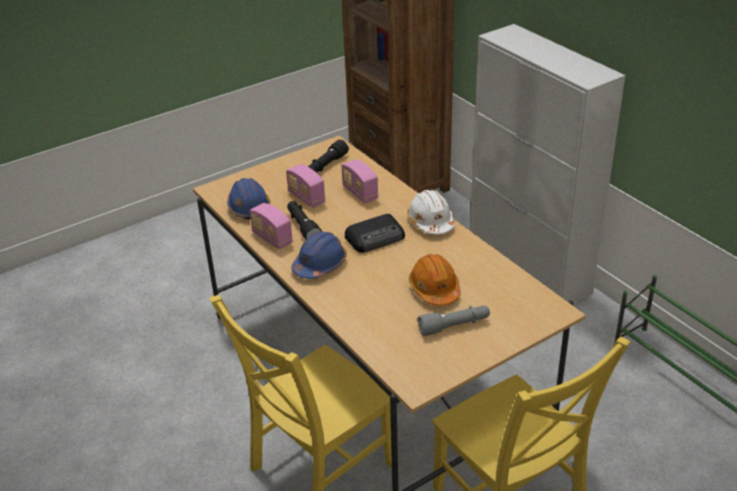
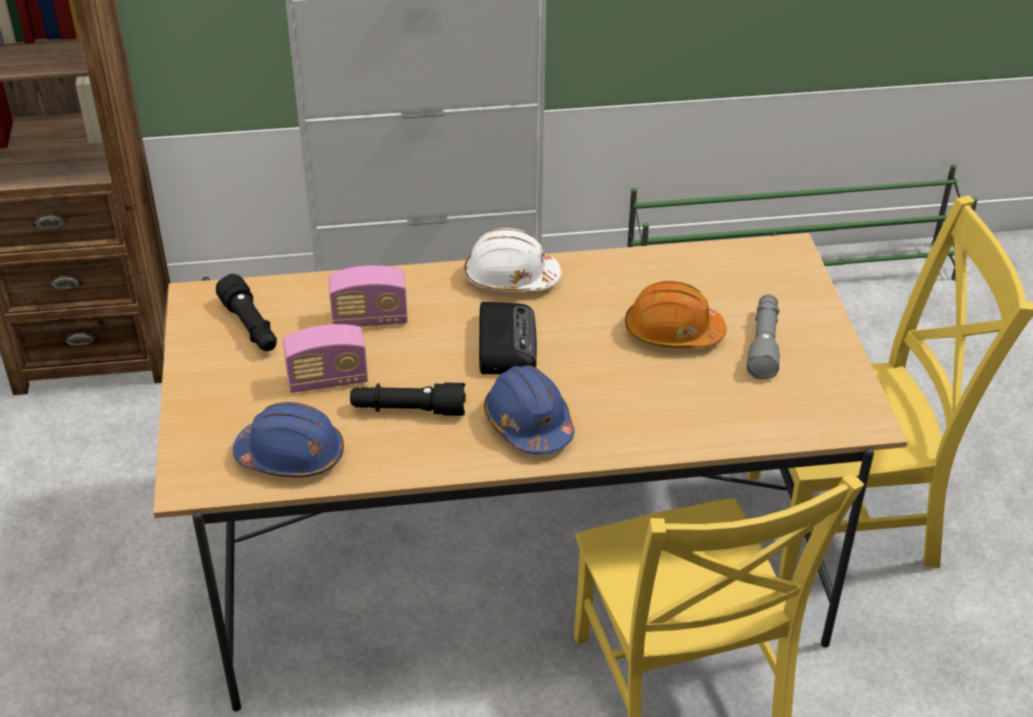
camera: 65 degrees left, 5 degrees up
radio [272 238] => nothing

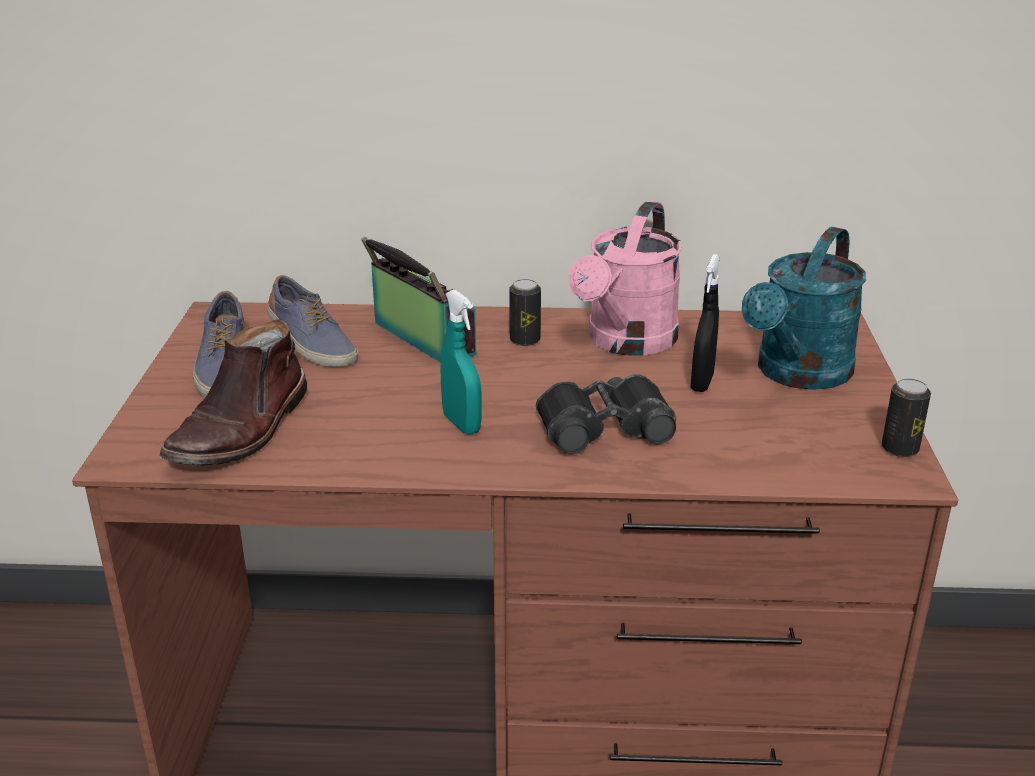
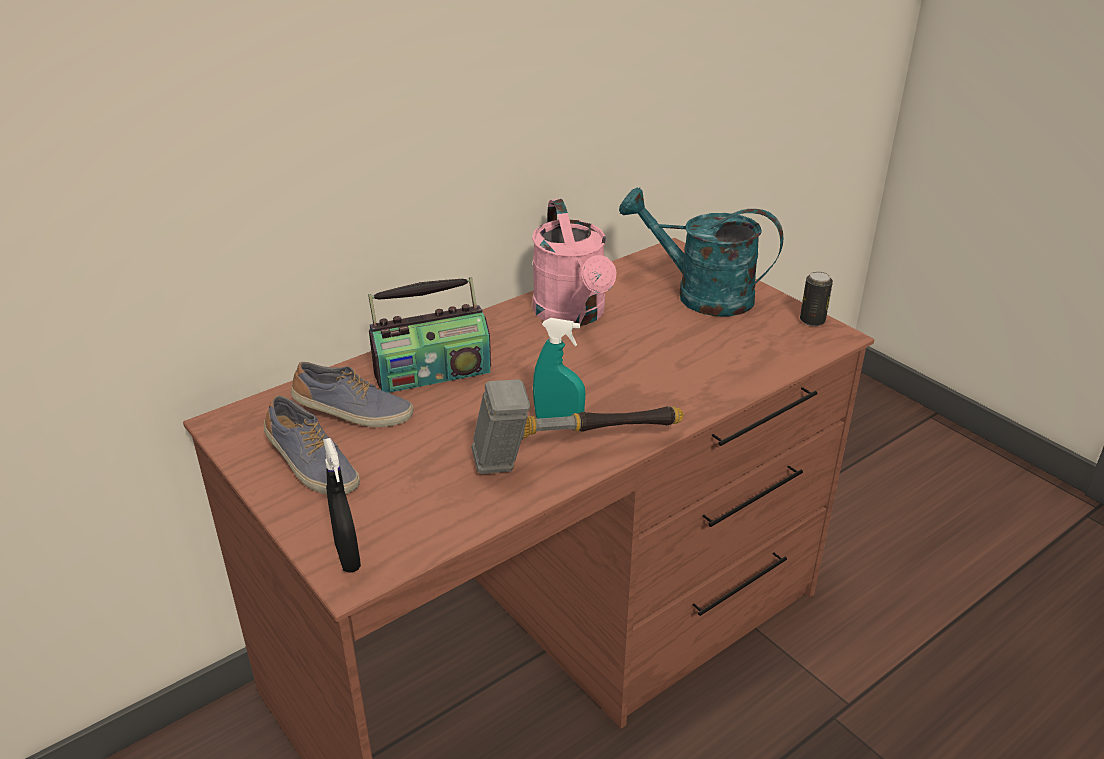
camera: 40 degrees left, 5 degrees up
brown boot [243 430] => nothing
radio [421 340] => radio [432 372], 150 degrees clockwise
can [525 340] => nothing
black binoculars [603 427] => nothing
black spray bottle [702 382] => black spray bottle [347 557], moved
turquoise watering can [797 374] => turquoise watering can [700 295], 120 degrees clockwise
nothing => hammer [572 457]

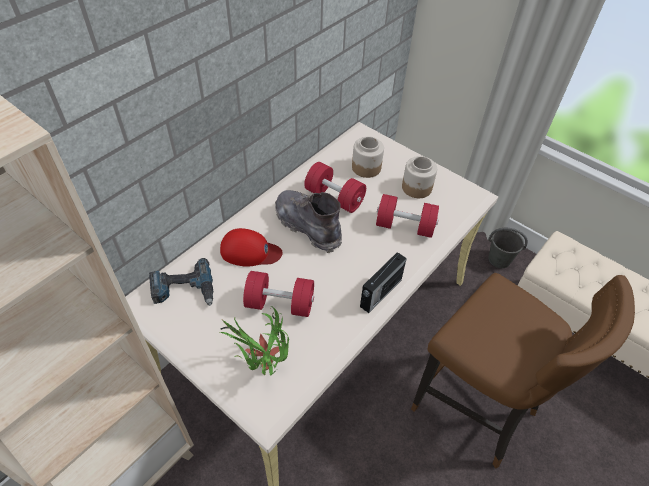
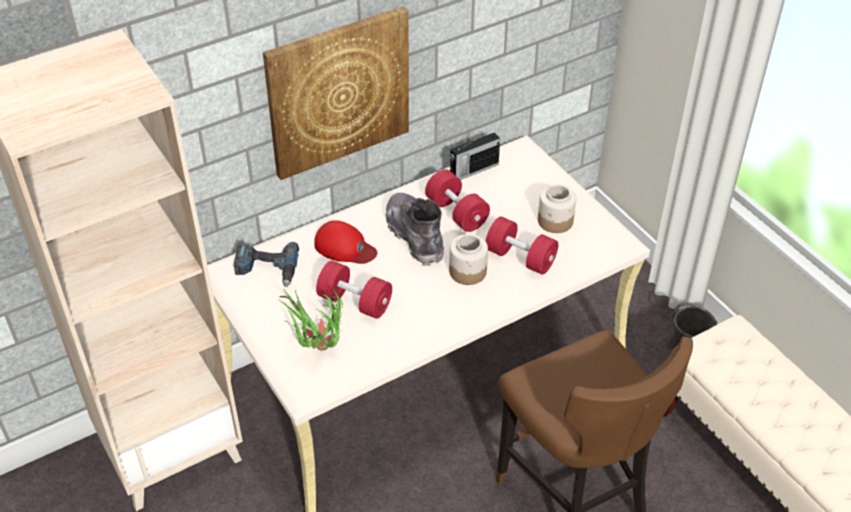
camera: 20 degrees right, 5 degrees down
jar [366 167] => jar [468 271], moved
radio [380 293] => radio [473 170], moved
nothing => picture [338 92]

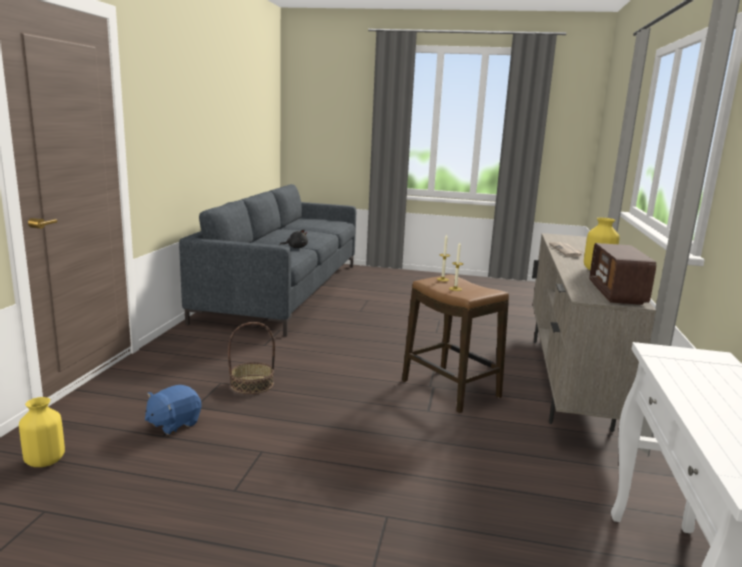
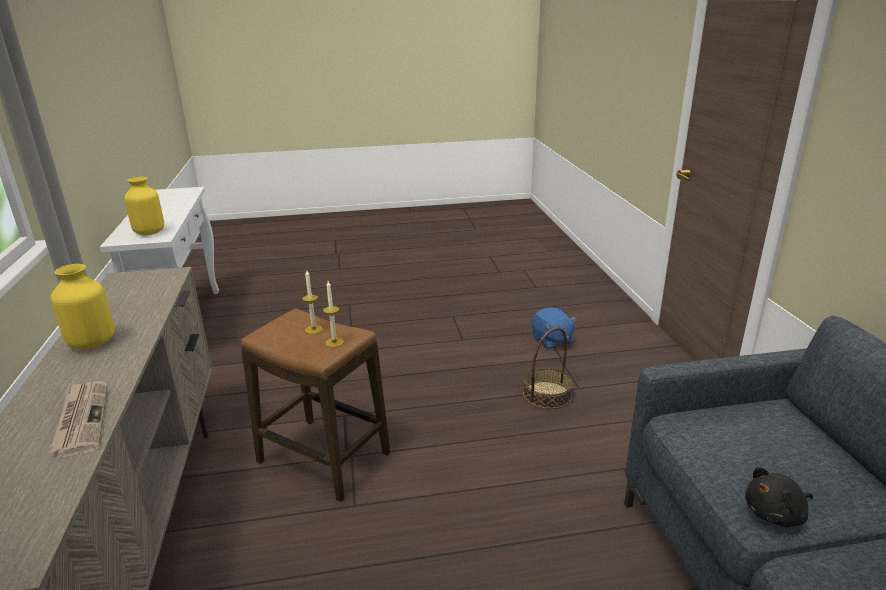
camera: 160 degrees right, 10 degrees up
yellow vase [45 460] => yellow vase [150 232], moved
blue plush toy [173 423] => blue plush toy [551 340], 135 degrees clockwise
radio [616 293] => nothing

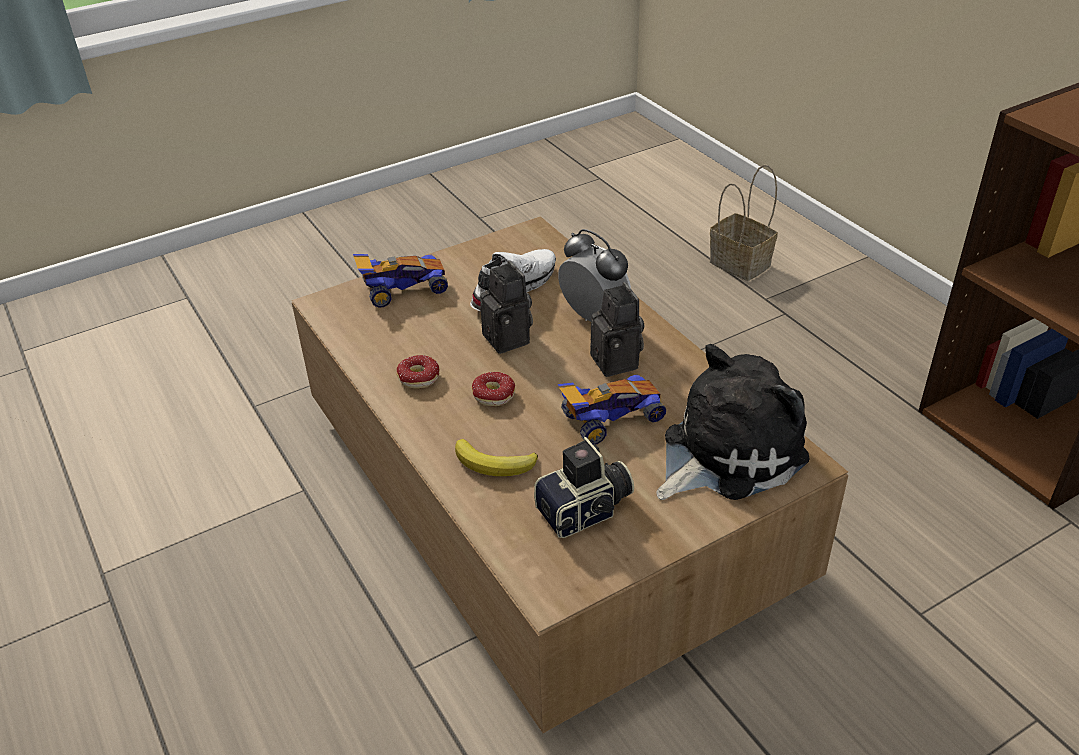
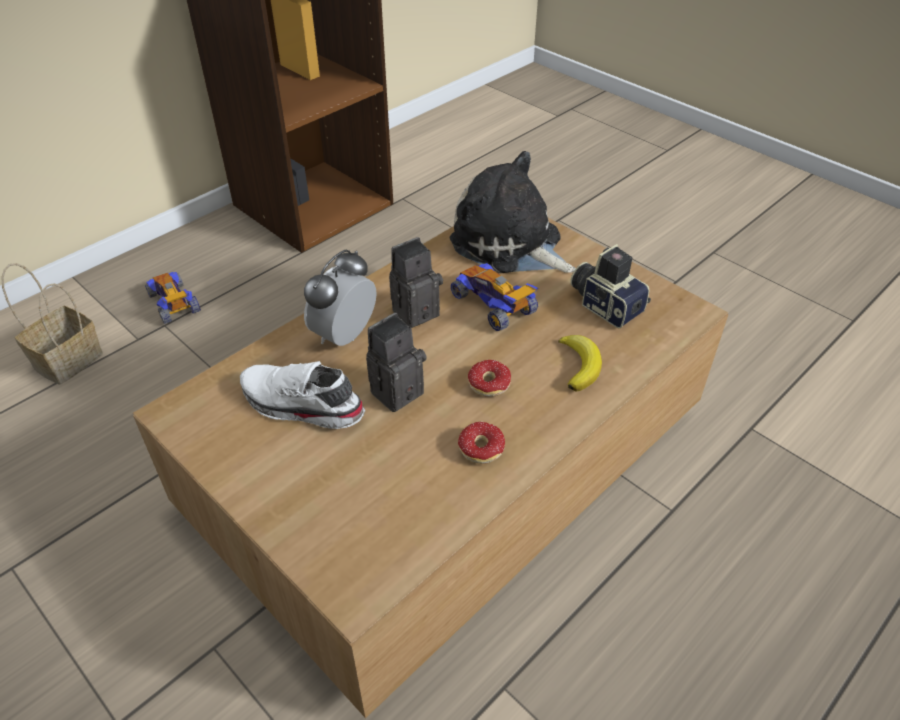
camera: 105 degrees left, 5 degrees up
toy car [403 290] => toy car [175 305], moved

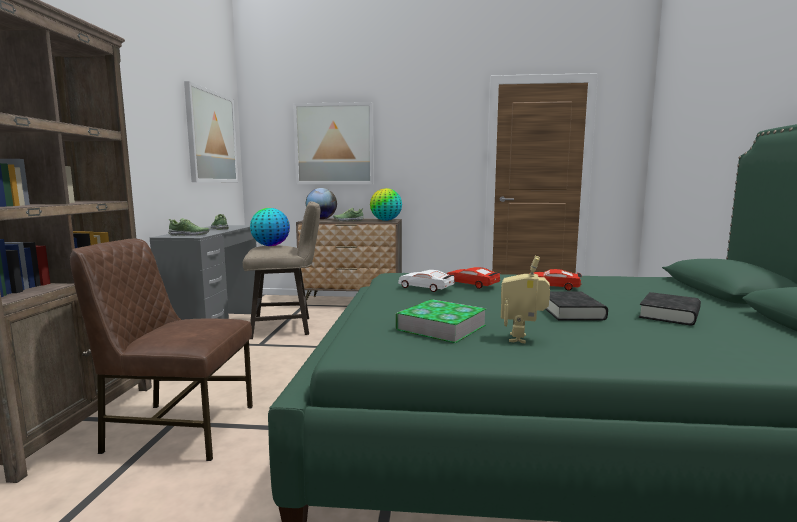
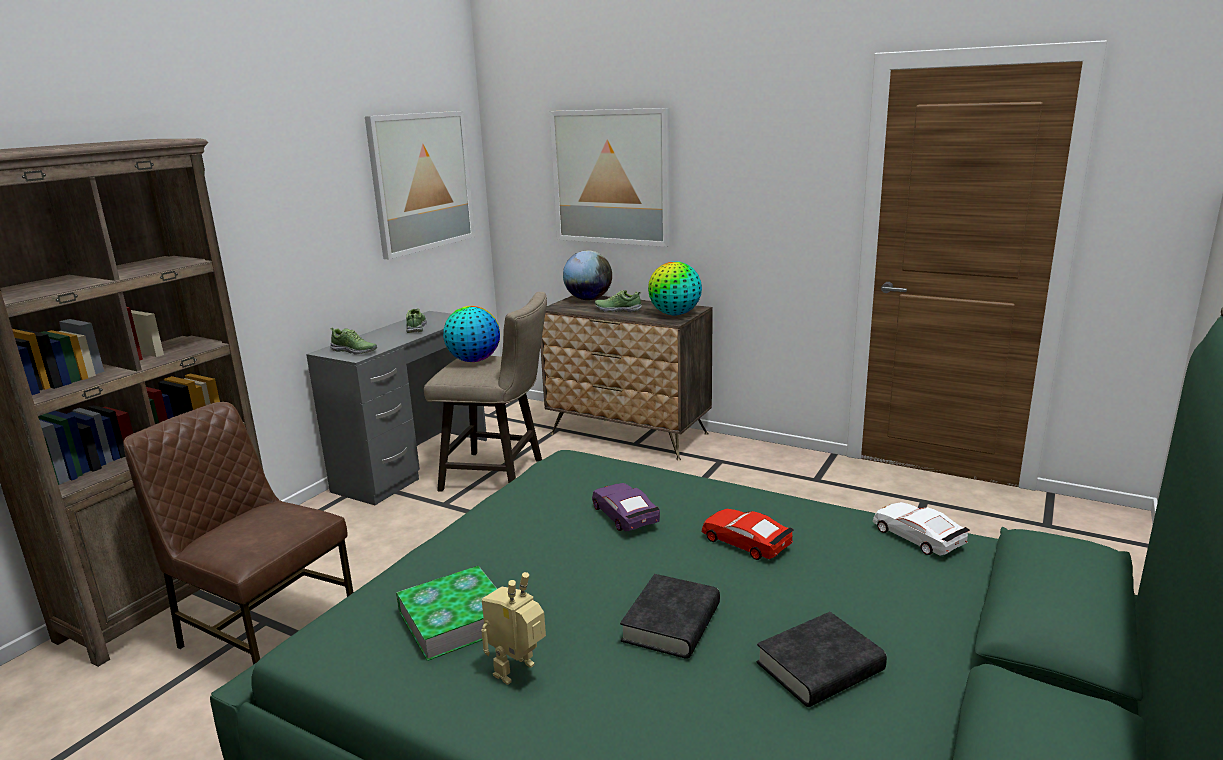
camera: 25 degrees right, 10 degrees up
white toy car [426 287] => white toy car [918 537], moved
red toy car [471 284] => purple toy car [624 515]

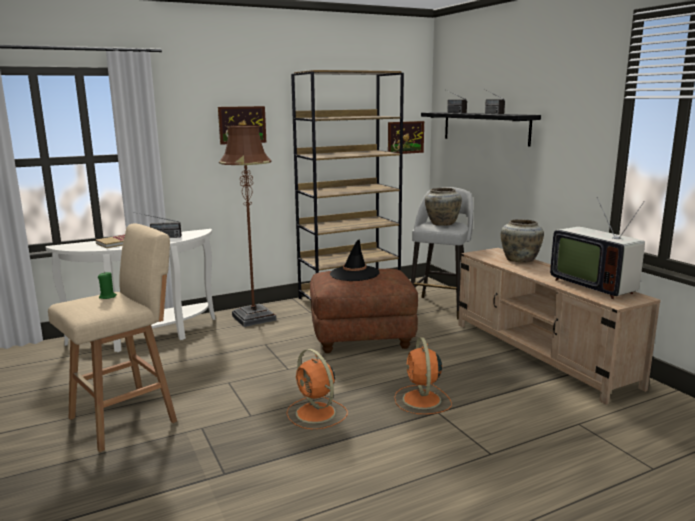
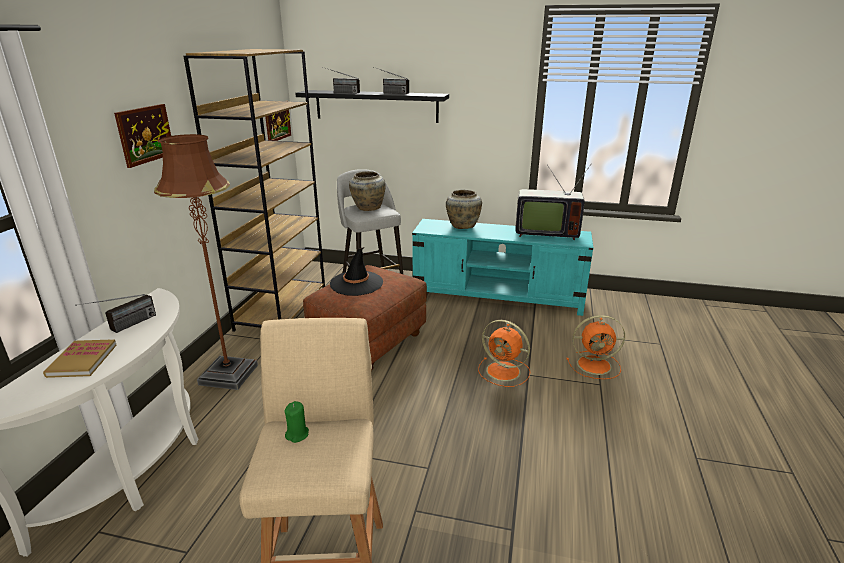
camera: 50 degrees left, 10 degrees up
orange fan [317 413] => orange fan [595 365], moved
beige tv stand [541 354] => turquoise tv stand [498 296]

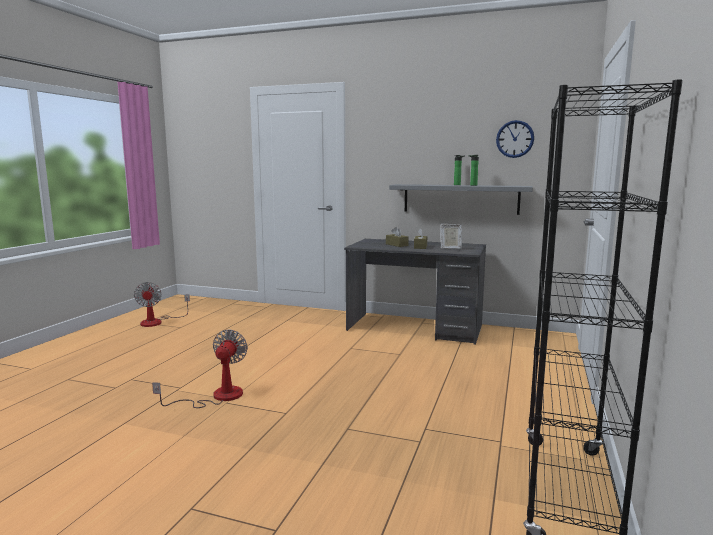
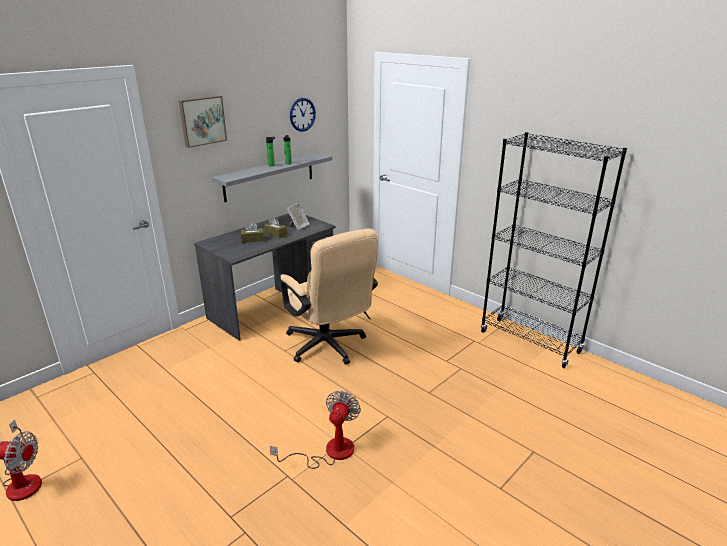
camera: 65 degrees left, 15 degrees up
fan [216 397] => fan [329 452], 75 degrees clockwise
nothing => picture [202 121]
nothing => beige office chair [329 347]

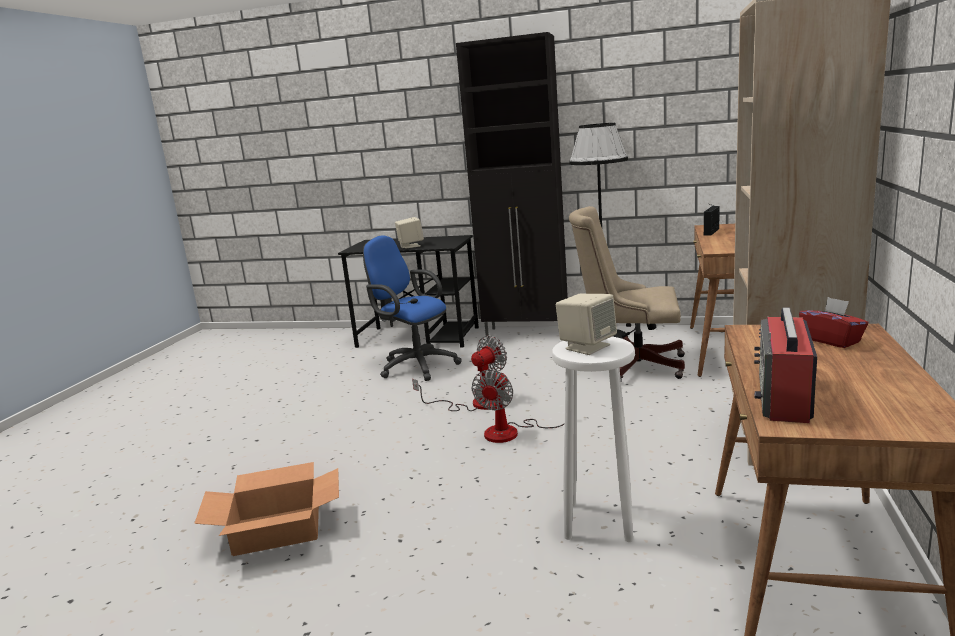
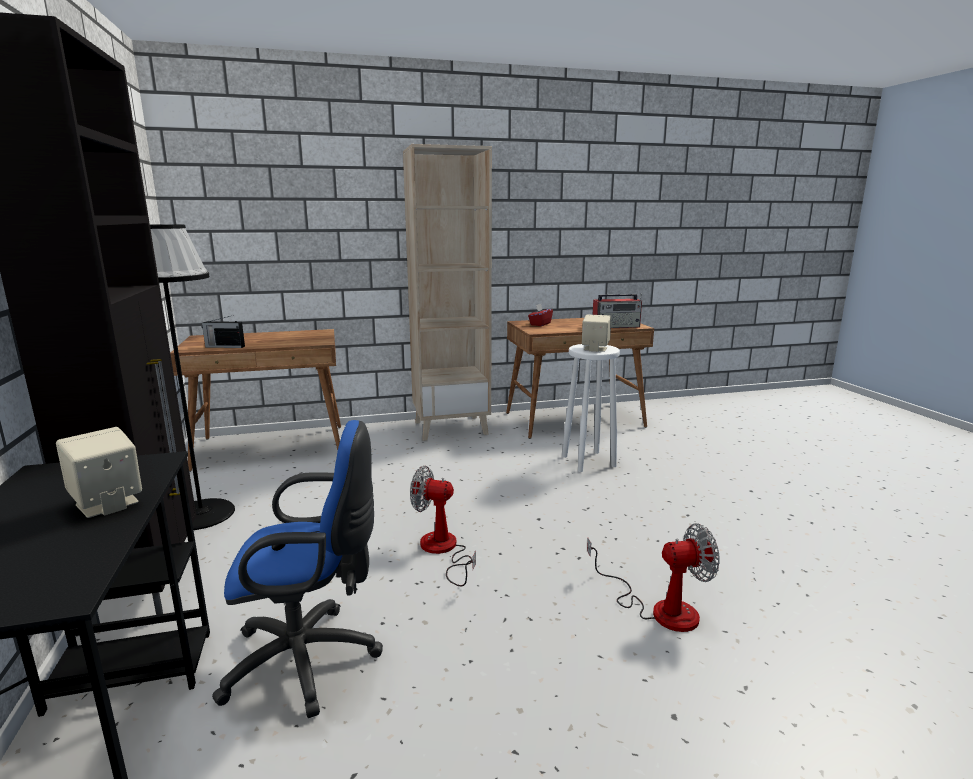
camera: 120 degrees left, 0 degrees up
cardboard box [277 529] => nothing
blue office chair [415 366] => blue office chair [310 660], 105 degrees counterclockwise
fan [513 432] => fan [659 608], moved
beige office chair [630 365] => nothing

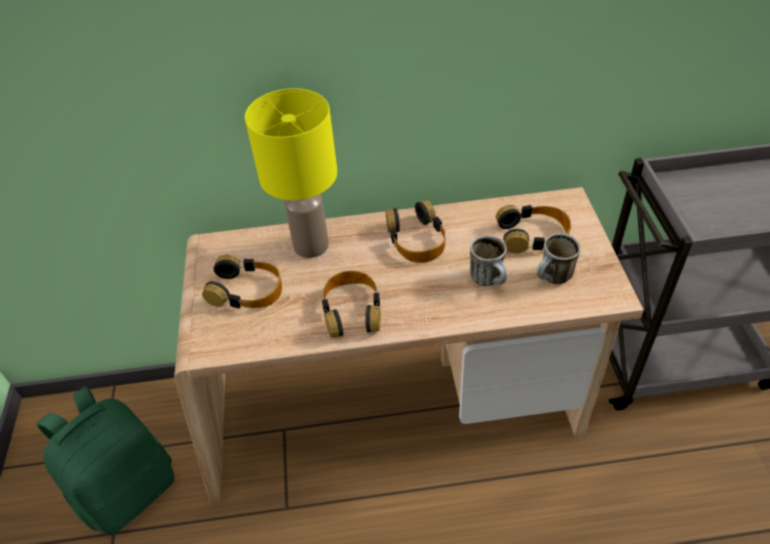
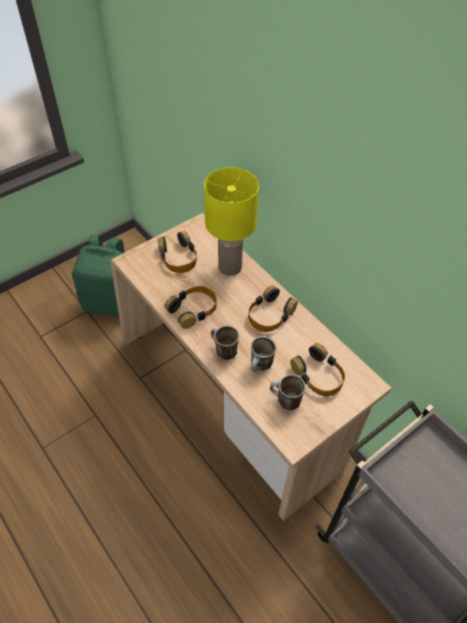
camera: 55 degrees right, 5 degrees up
nothing => mug [223 351]

